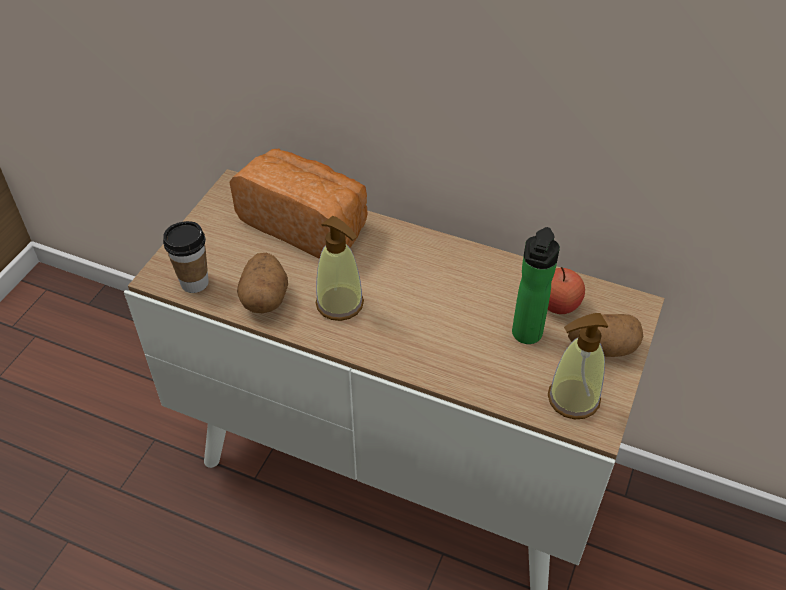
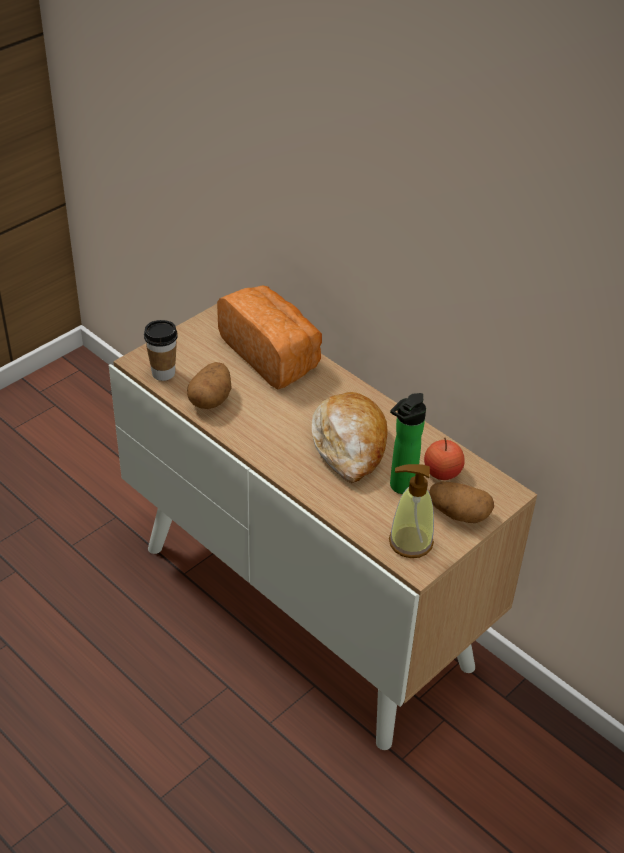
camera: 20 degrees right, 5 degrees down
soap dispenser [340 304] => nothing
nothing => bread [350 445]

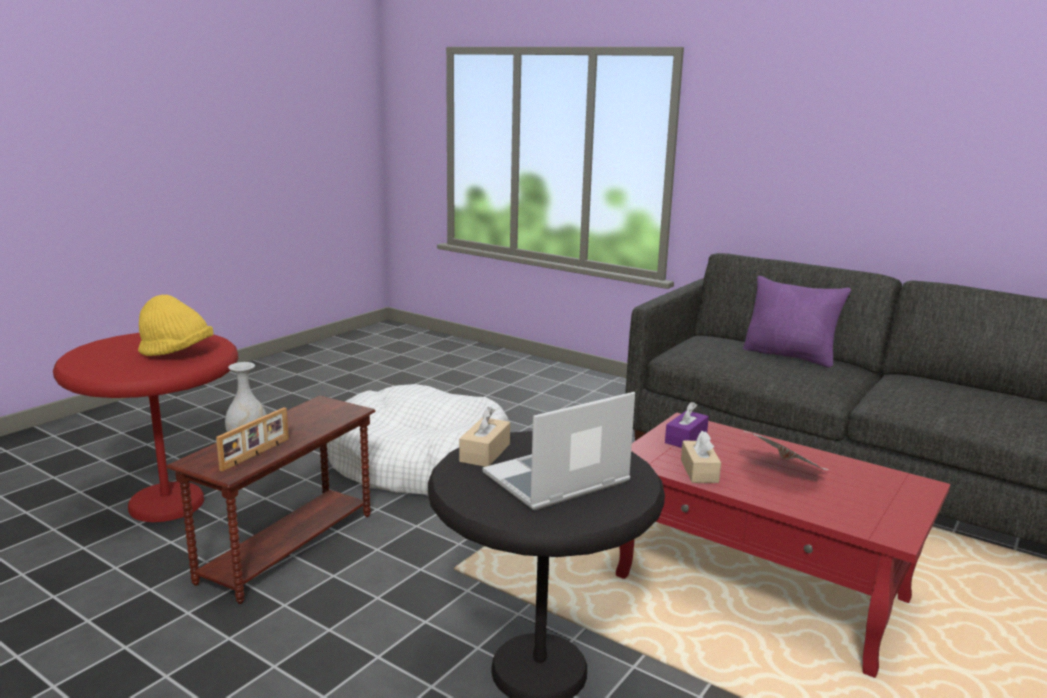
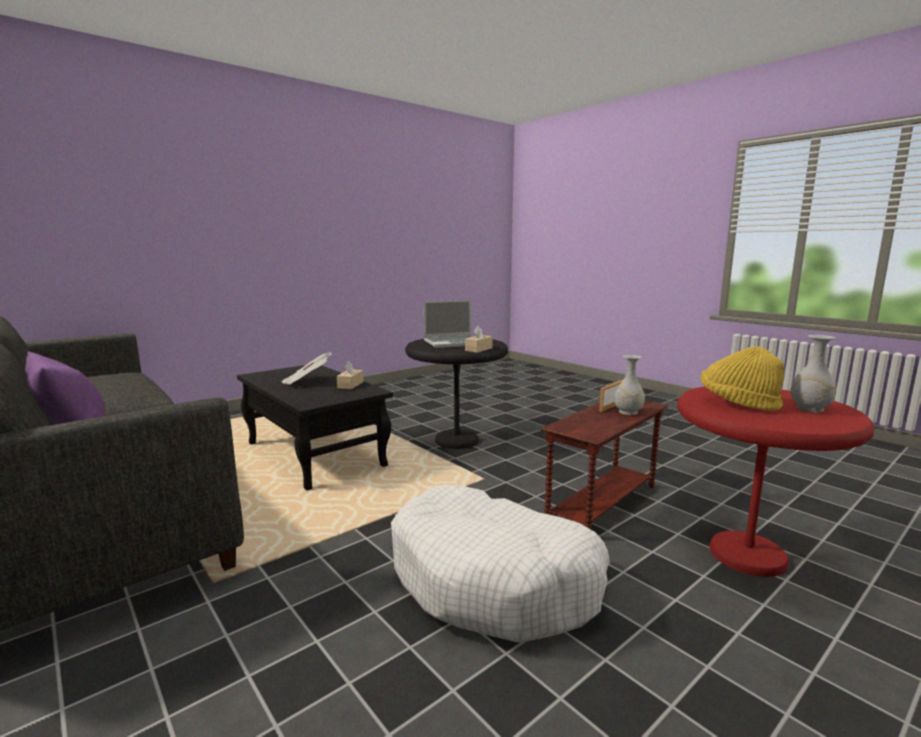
camera: 165 degrees left, 5 degrees down
red coffee table [762 589] => black coffee table [314 454]
purple tissue box [686 438] => nothing
nothing => white vase [809 409]

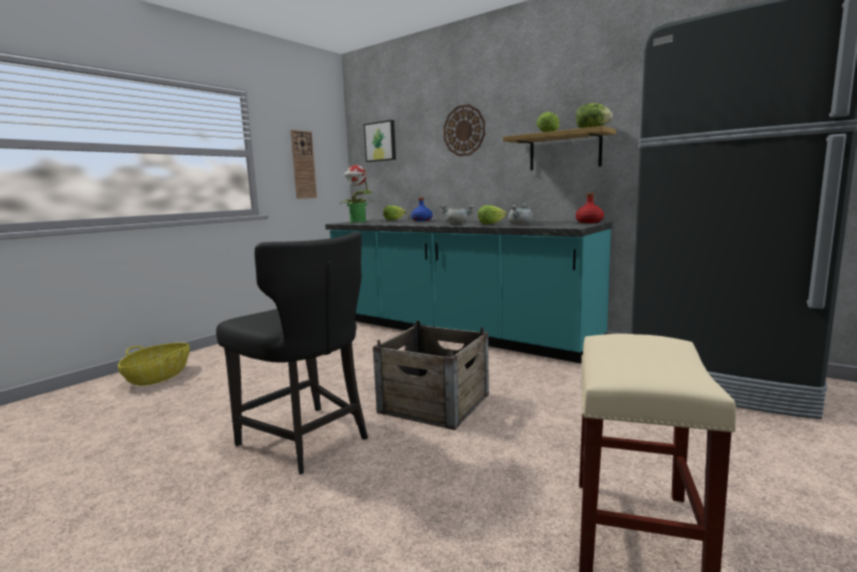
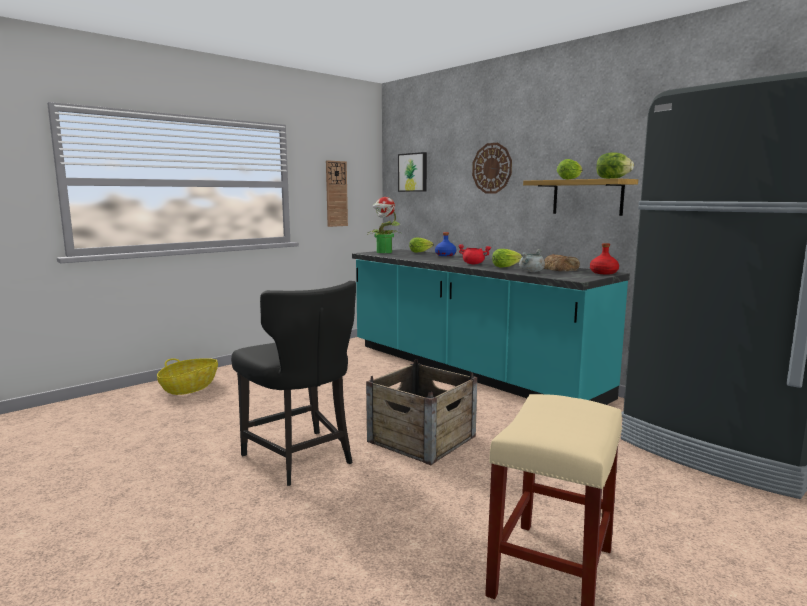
camera: 10 degrees right, 0 degrees up
grey cooking pot [457 223] => red cooking pot [474 264]
nothing => bread [560 269]

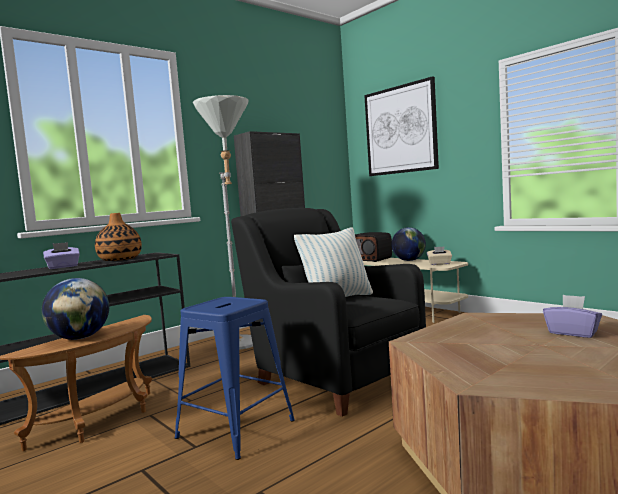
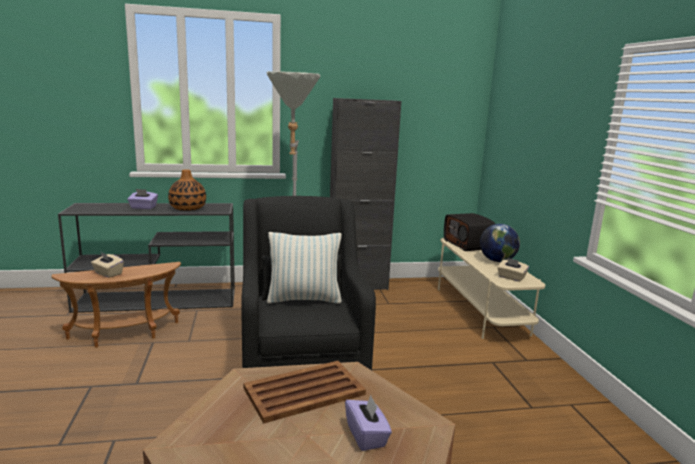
camera: 30 degrees right, 10 degrees up
globe [80 338] => beige tissue box [108 273]
blue stool [236 429] => nothing
picture [400 130] => nothing
nothing => brown tray [305 391]

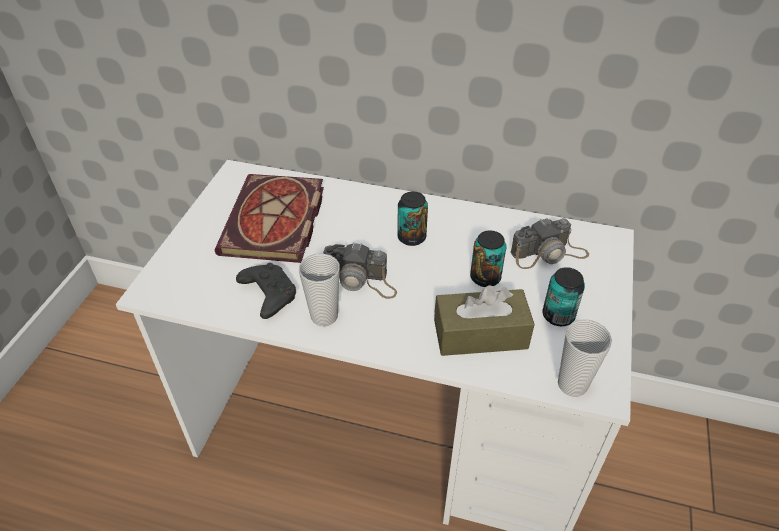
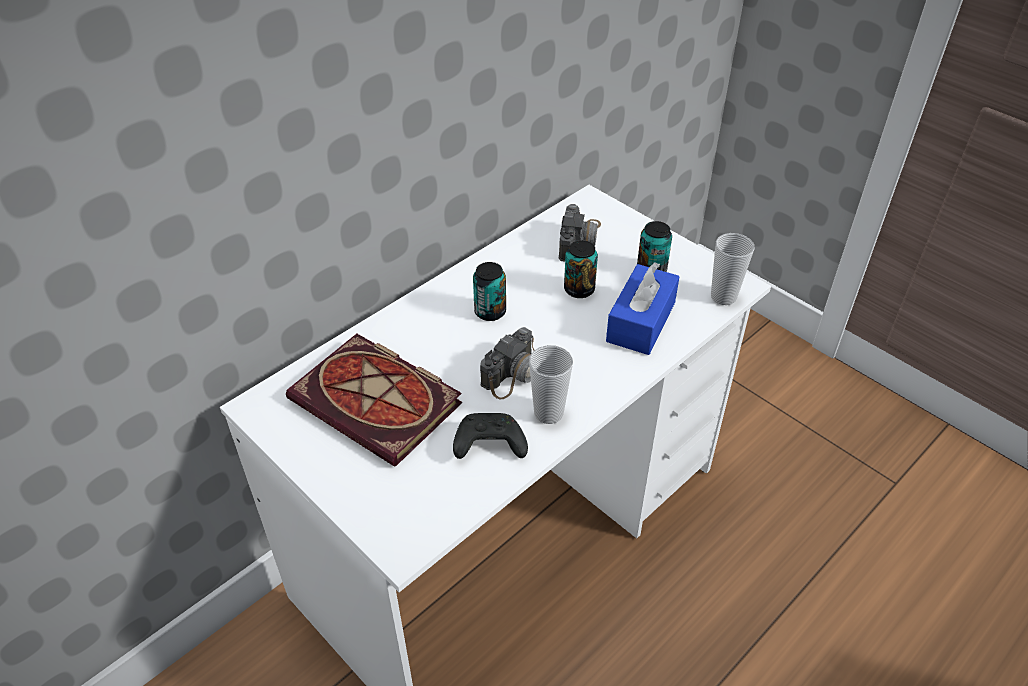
camera: 60 degrees left, 0 degrees up
brown tissue box [480 334] => blue tissue box [641 322]

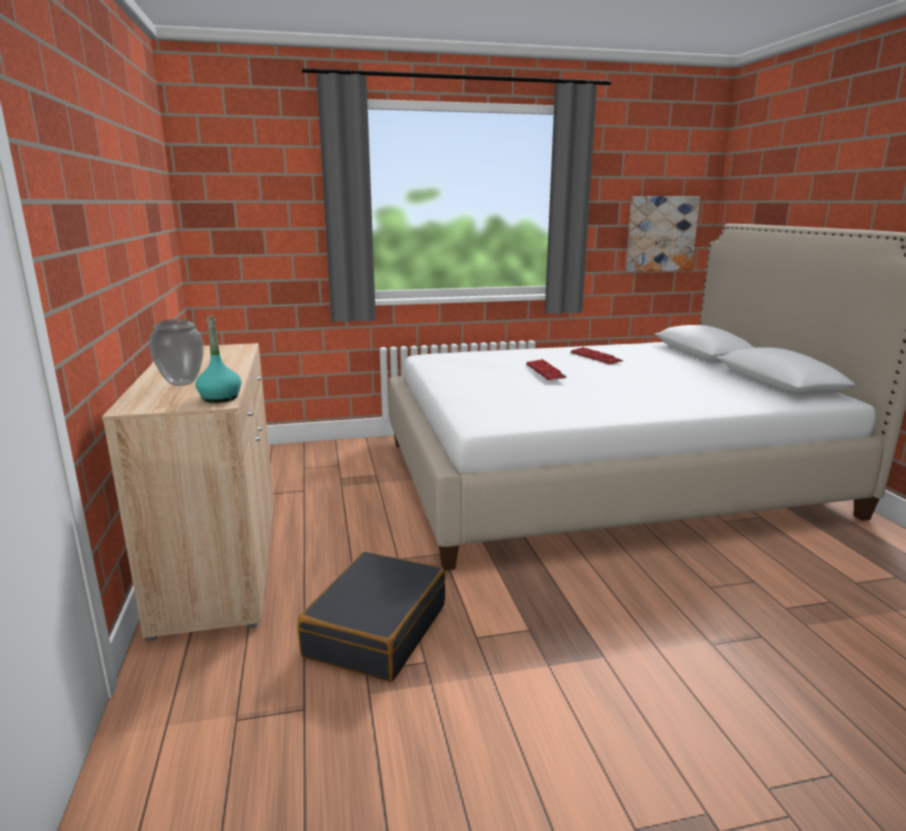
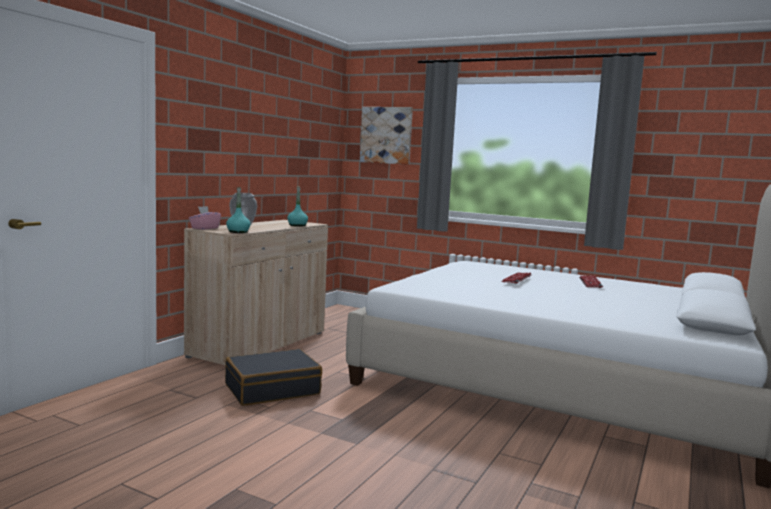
camera: 40 degrees right, 10 degrees down
picture [660 233] => picture [386 135], moved
nothing => pink tissue box [204 228]
nothing => turquoise bottle [297 225]

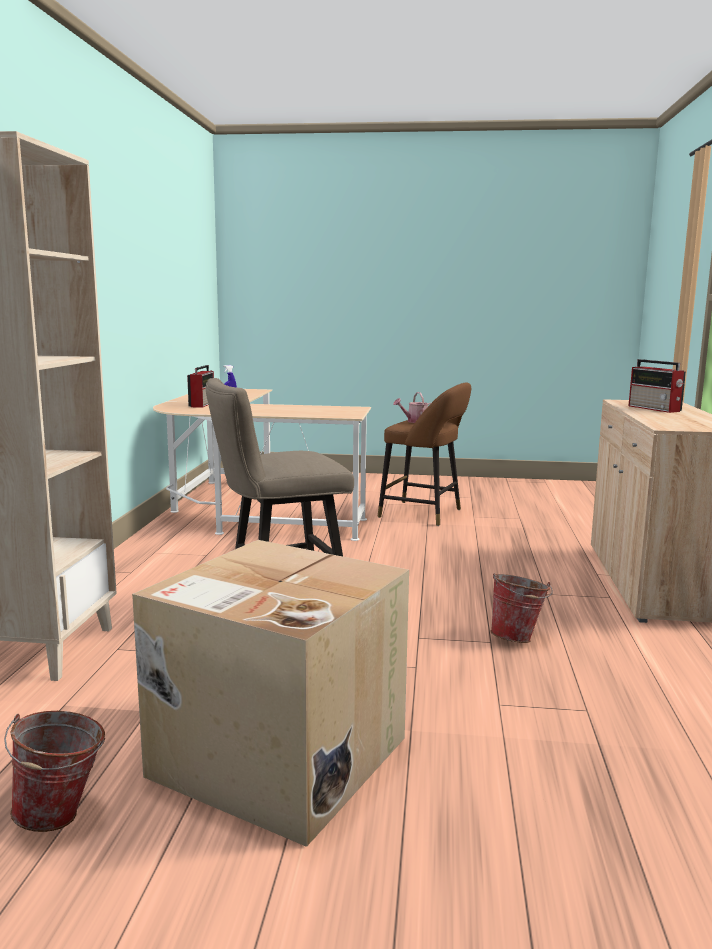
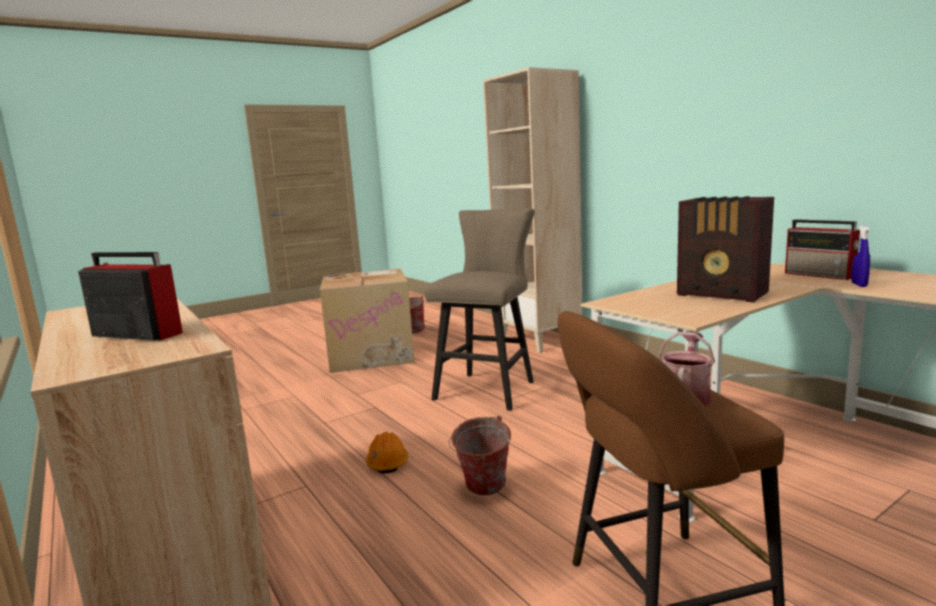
camera: 140 degrees right, 0 degrees up
bucket [518 638] => bucket [482 490], moved
nothing => orange hard hat [387 462]
nothing => radio [723 294]

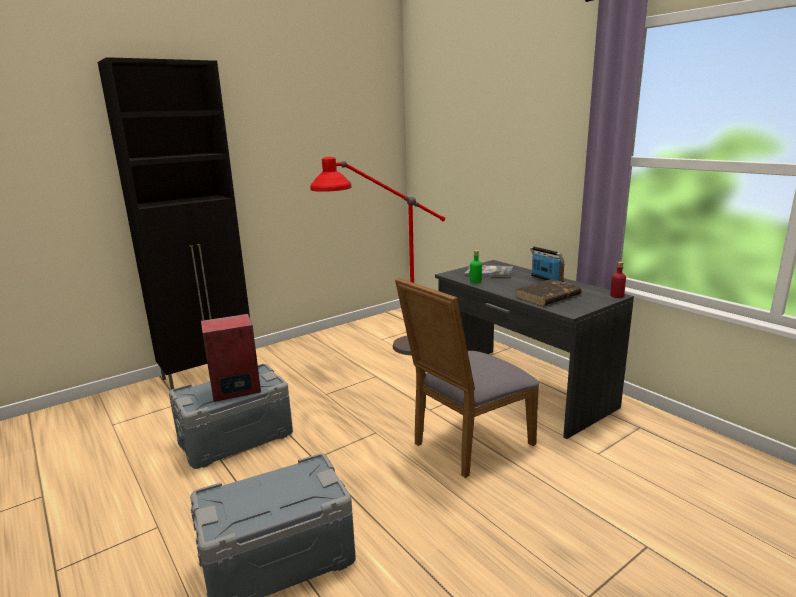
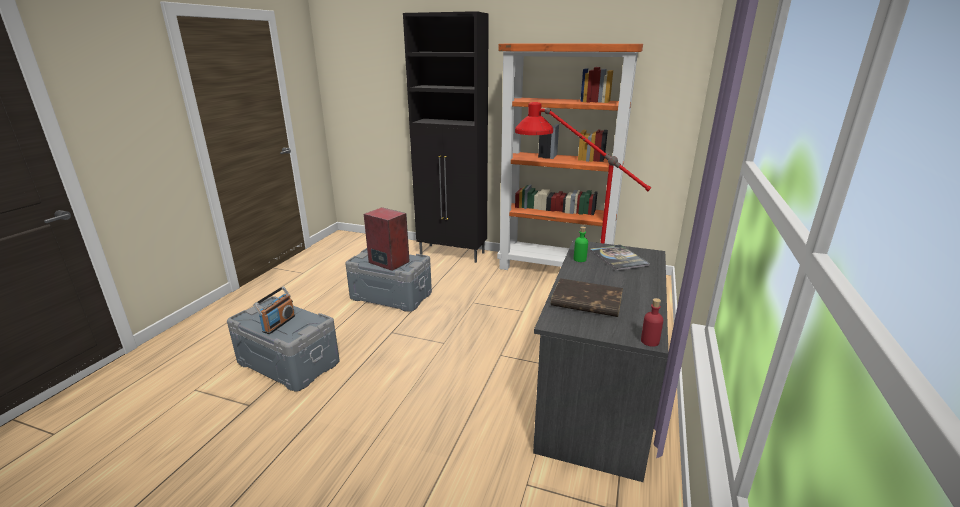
camera: 55 degrees right, 5 degrees up
grey chair [466 444] => nothing
radio [546 279] => radio [278 324], moved
nothing => orange bookcase [556 269]

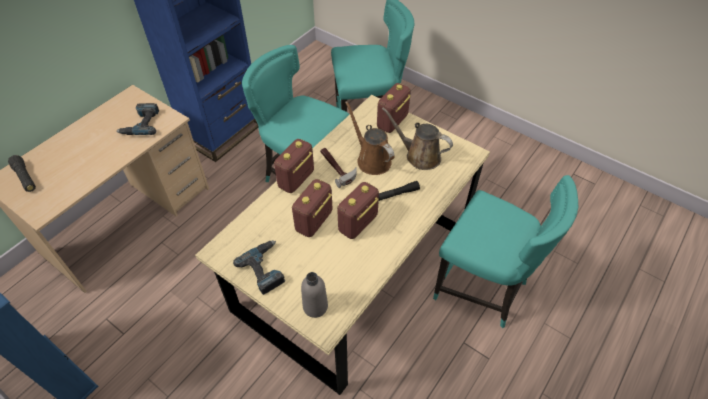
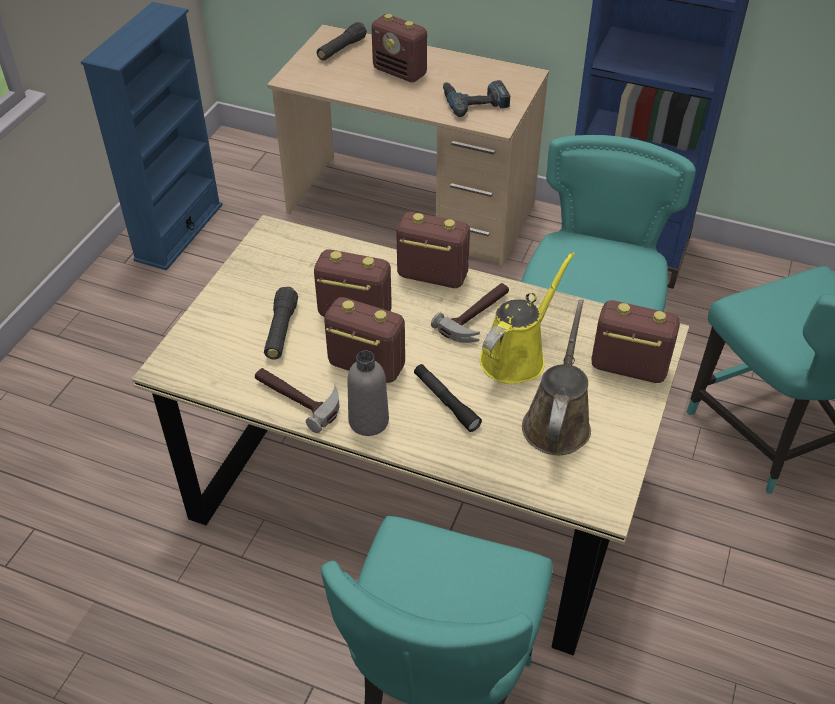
camera: 75 degrees right, 5 degrees down
power drill [265 269] => nothing
grey bottle [315 306] => grey bottle [368 421], moved
brown watering can [371 159] => yellow watering can [516 356]
nothing => hammer [299 398]
nothing => black flashlight [281 331]
nothing => radio [400 72]

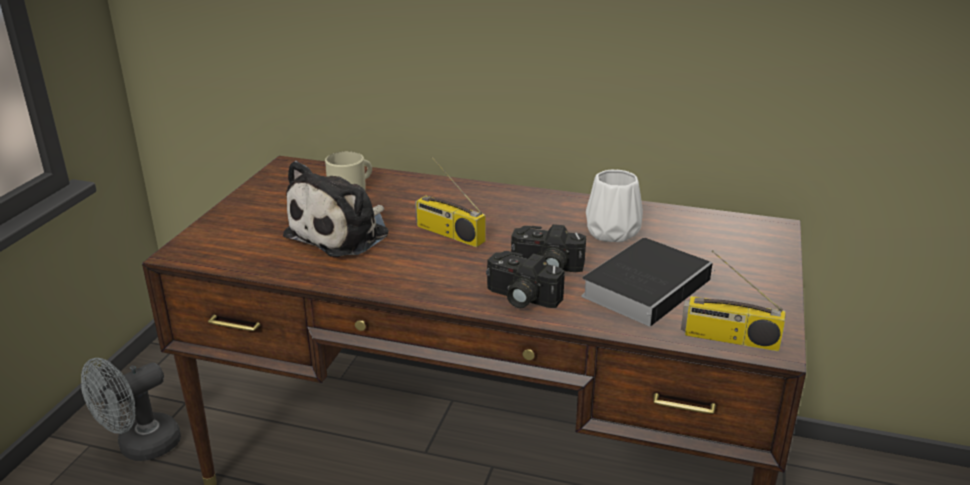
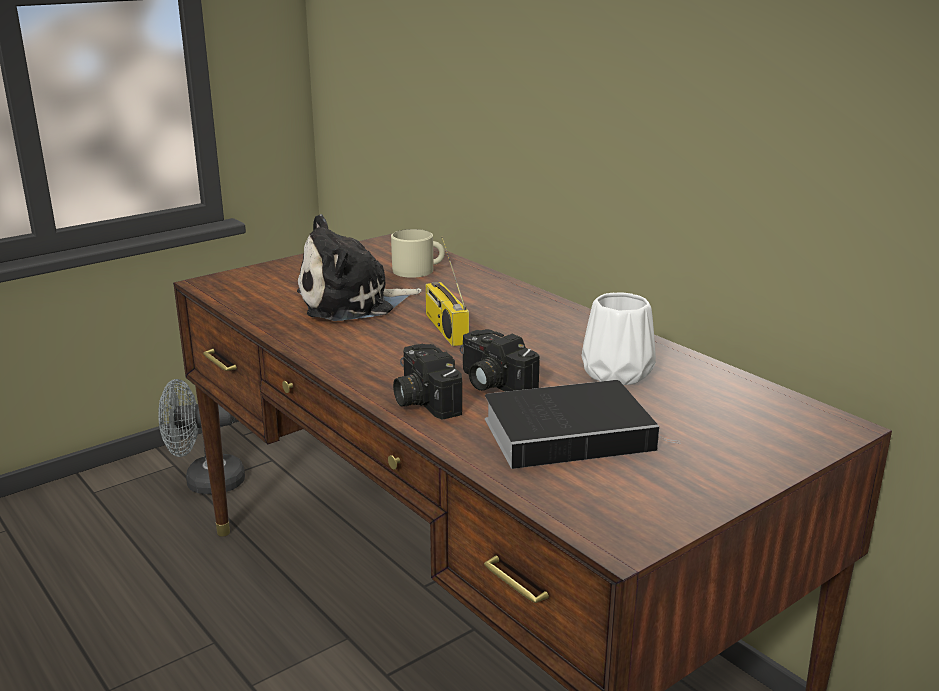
camera: 35 degrees right, 5 degrees down
radio [729 339] => nothing

